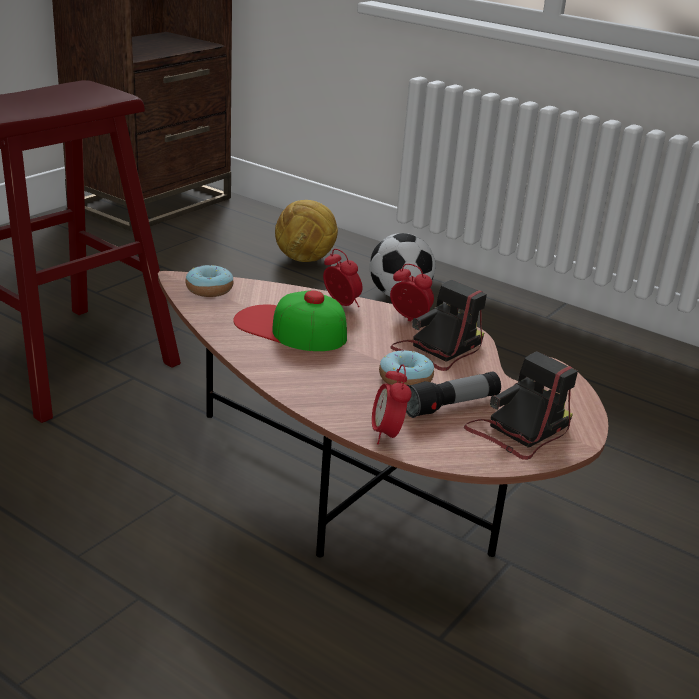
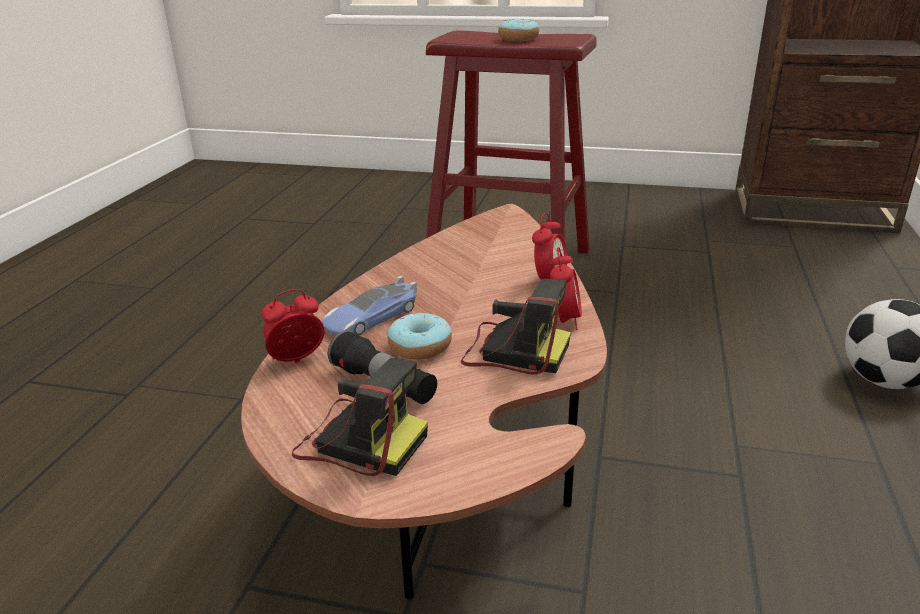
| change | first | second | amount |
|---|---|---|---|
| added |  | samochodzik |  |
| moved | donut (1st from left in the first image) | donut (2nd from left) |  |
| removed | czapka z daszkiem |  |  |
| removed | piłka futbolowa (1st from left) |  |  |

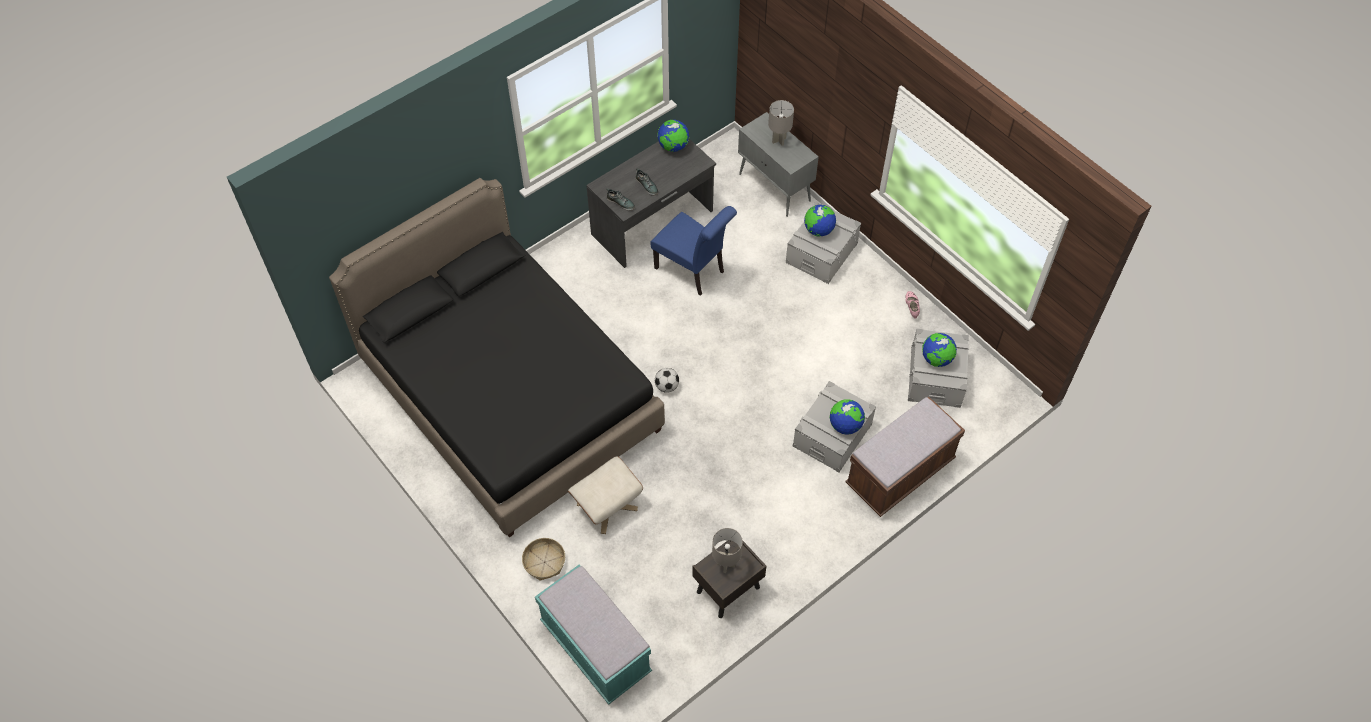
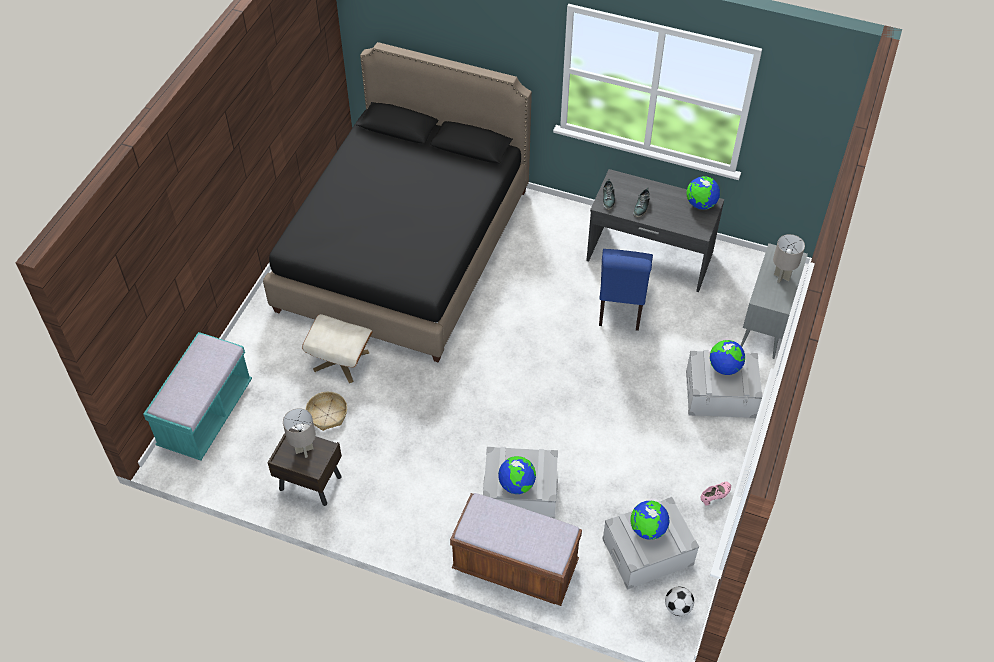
| change | first | second | amount |
|---|---|---|---|
| moved | koszyk |  |  |
| moved | piłka futbolowa |  |  |

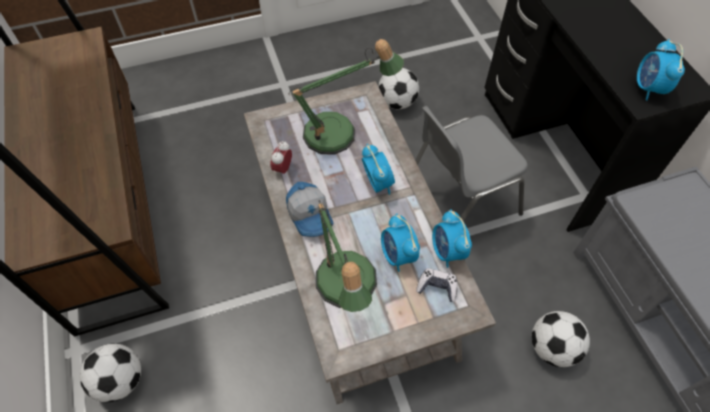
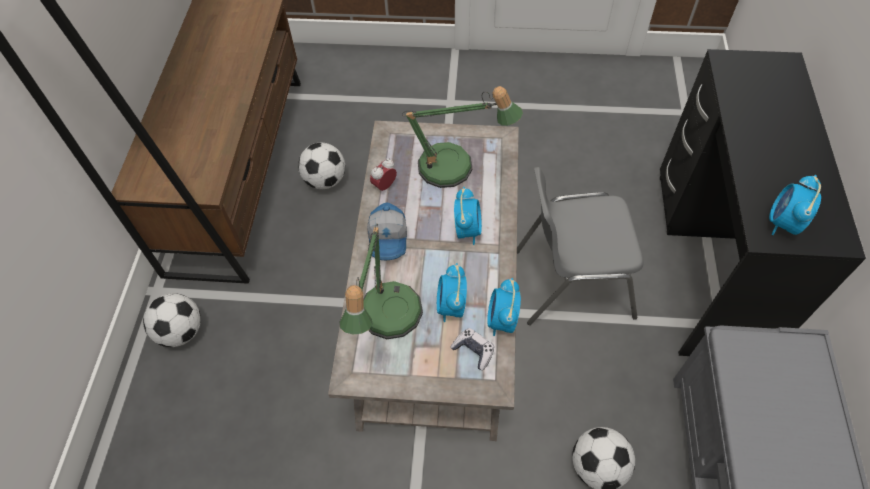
| change | first | second | amount |
|---|---|---|---|
| moved | piłka futbolowa (2nd from left) |  |  |

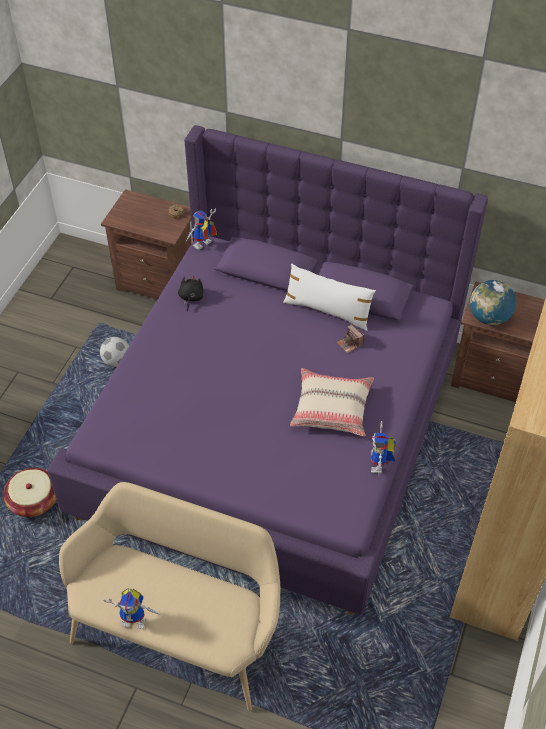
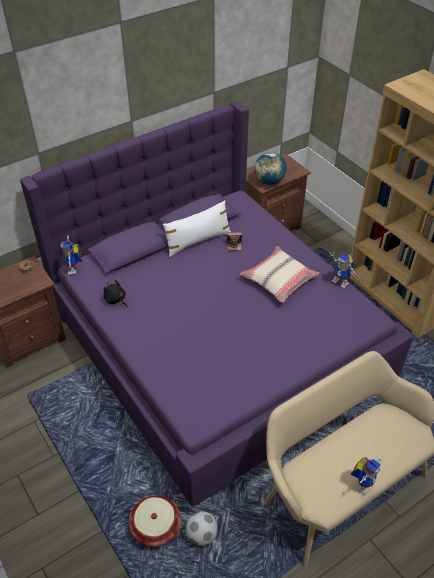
| change | first | second | amount |
|---|---|---|---|
| moved | piłka futbolowa |  |  |

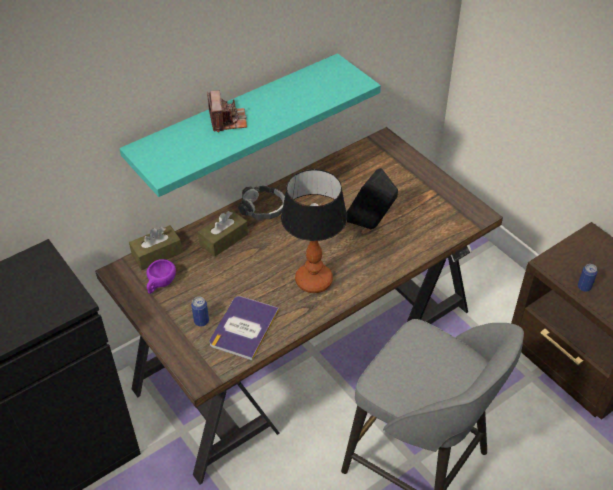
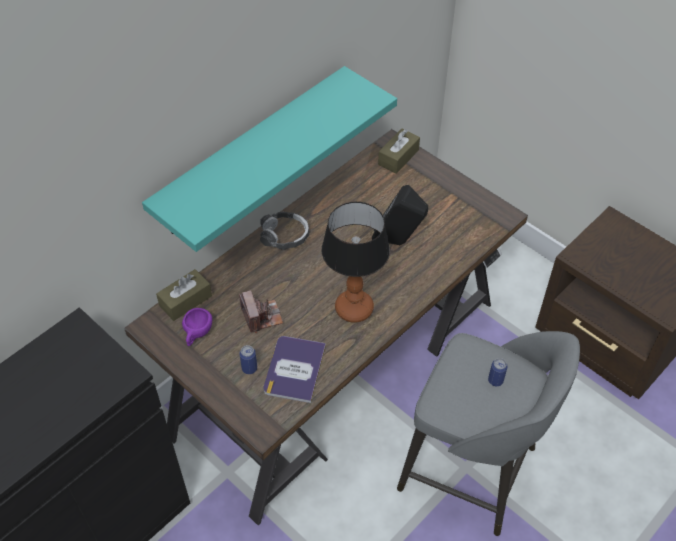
| change | first | second | amount |
|---|---|---|---|
| moved | aparat fotograficzny |  |  |
| moved | pudełko chusteczek [brązowy] (2nd from left) |  |  |
| moved | puszka (2nd from left) |  |  |

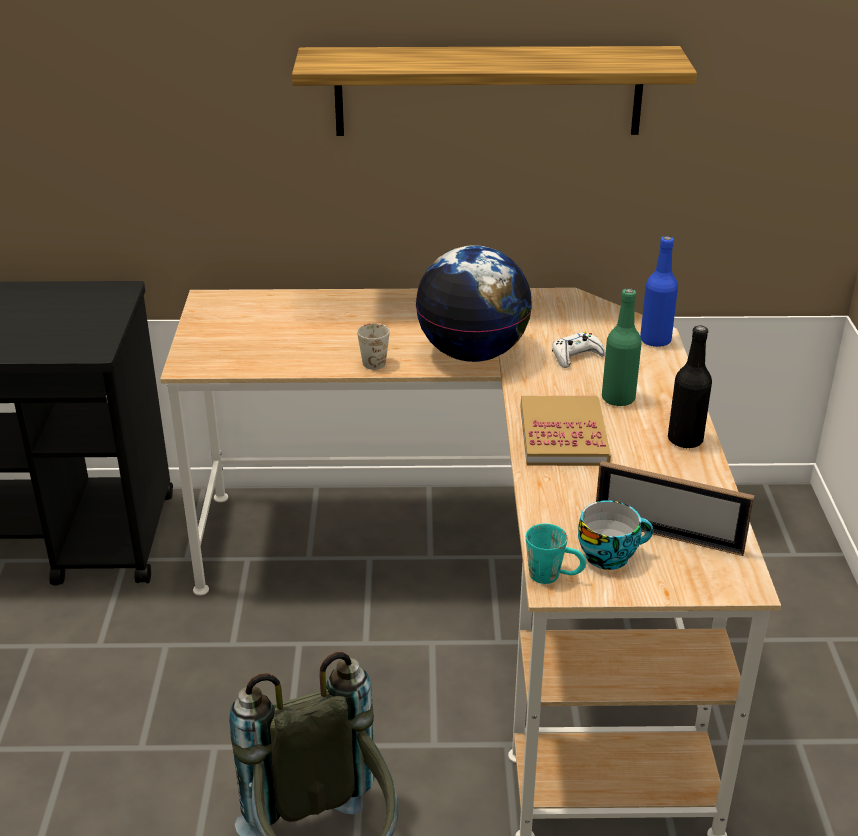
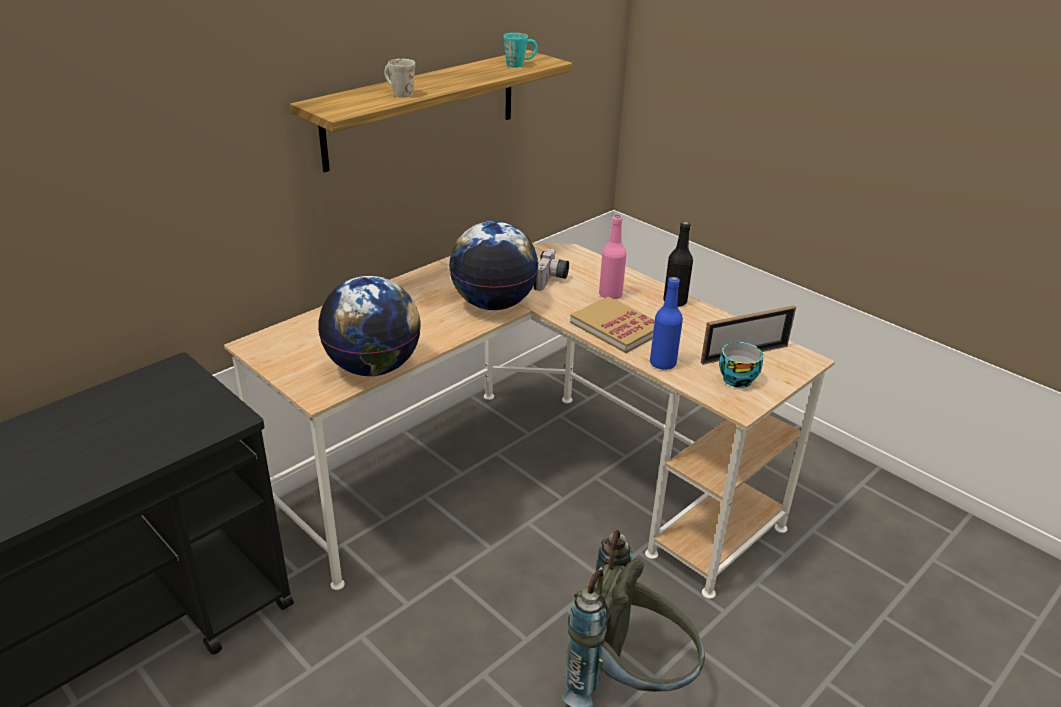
| change | first | second | amount |
|---|---|---|---|
| added |  | globus (1st from left) |  |
| moved | kubek [biały] |  |  |
| moved | kubek [turkusowy] |  |  |
| replaced | pad do gier [biały] | aparat fotograficzny |  |
| recoloured | butelka [zielony] | butelka [różowy] |  |
| moved | butelka [niebieski] |  |  |

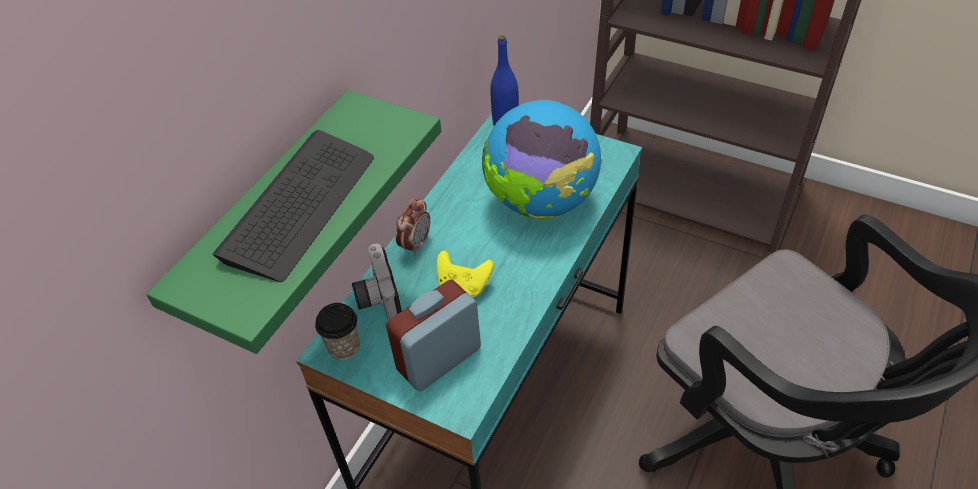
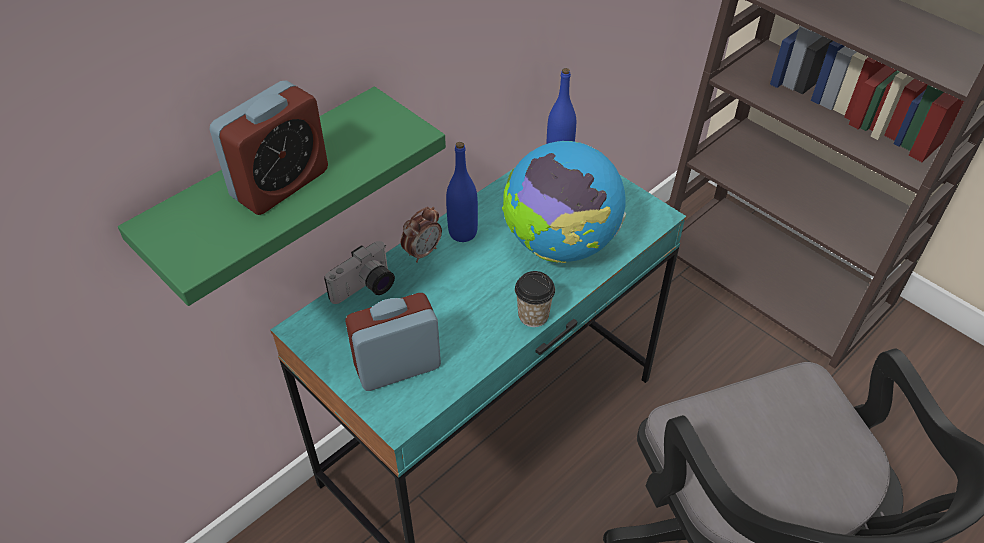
| change | first | second | amount |
|---|---|---|---|
| replaced | klawiatura | budzik (1st from left) |  |
| turned | aparat fotograficzny |  | 135 degrees counterclockwise |
| added |  | butelka [niebieski] (1st from left) |  |
| moved | filiżanka |  |  |
| removed | pad do gier [żółty] |  |  |

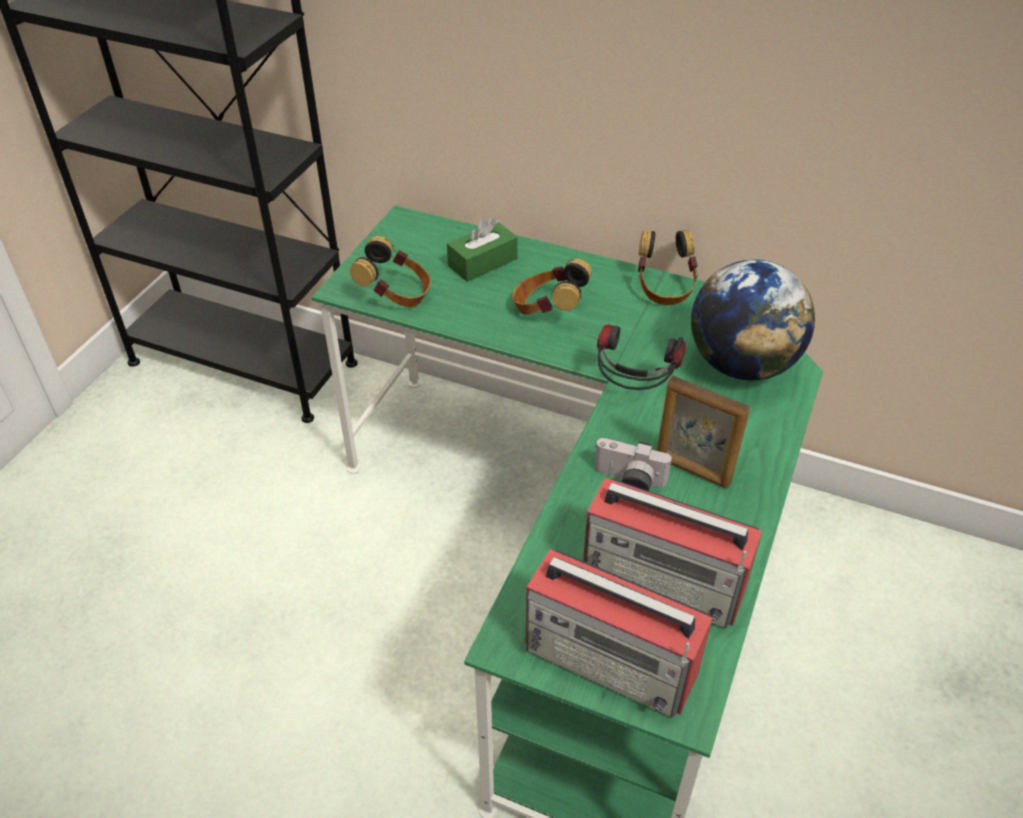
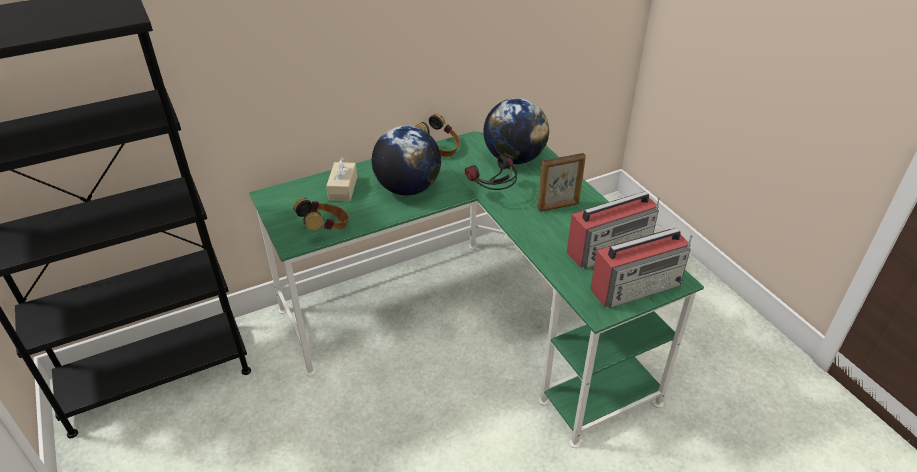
| change | first | second | amount |
|---|---|---|---|
| recoloured | pudełko chusteczek [zielony] | pudełko chusteczek [beżowy] |  |
| replaced | słuchawki (2nd from left) | globus (1st from left) |  |
| removed | aparat fotograficzny |  |  |

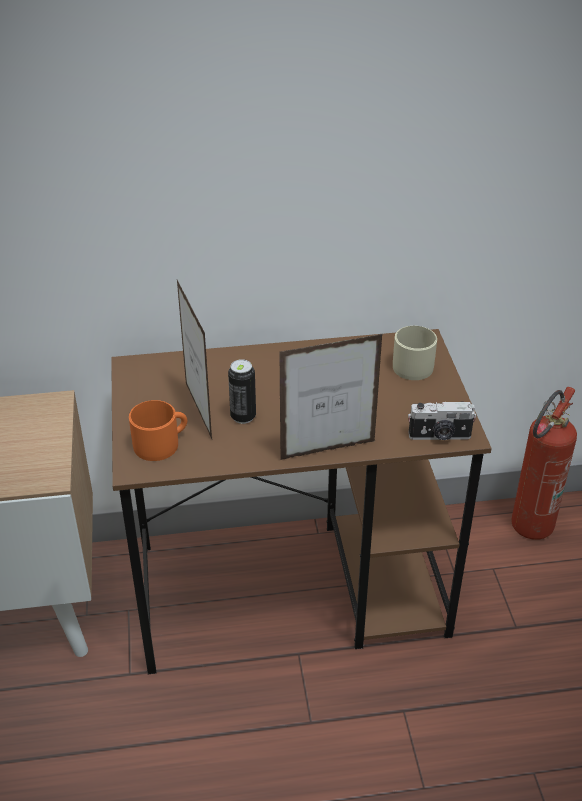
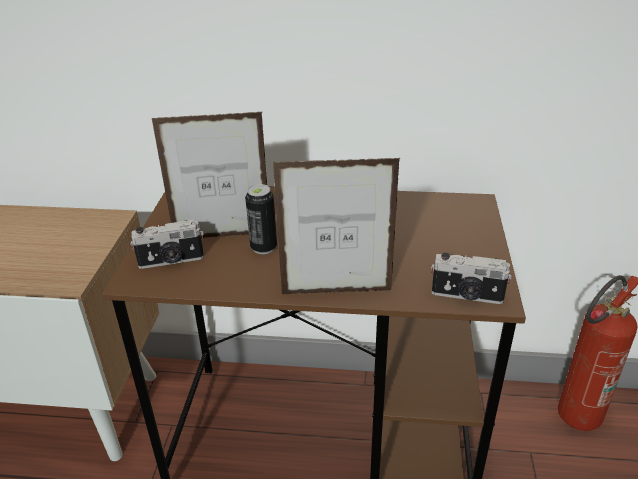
| change | first | second | amount |
|---|---|---|---|
| replaced | kubek [pomarańczowy] | aparat fotograficzny (1st from left) |  |
| turned | ramka na zdjęcie (1st from left) |  | 90 degrees counterclockwise |
| removed | kubek [beżowy] |  |  |

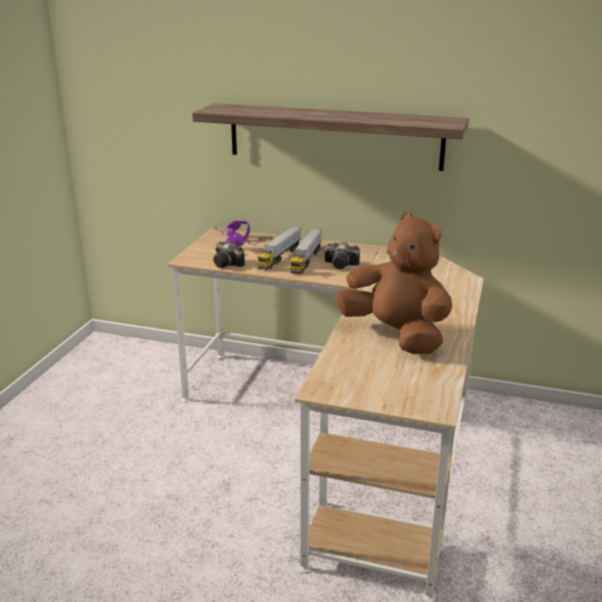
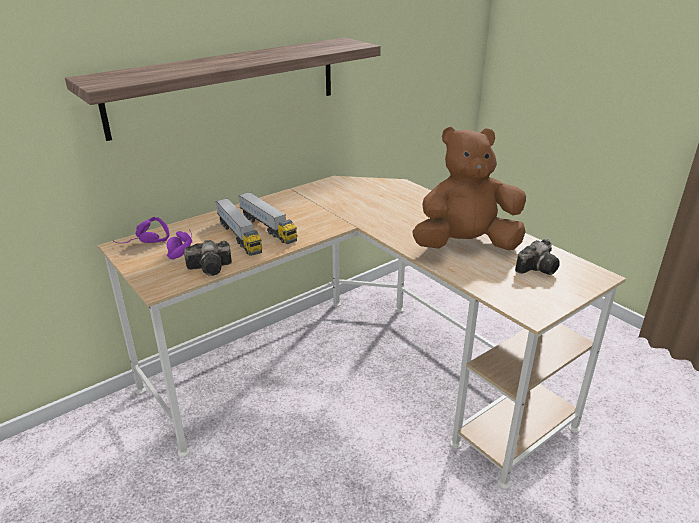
| change | first | second | amount |
|---|---|---|---|
| moved | aparat fotograficzny (2nd from left) |  |  |

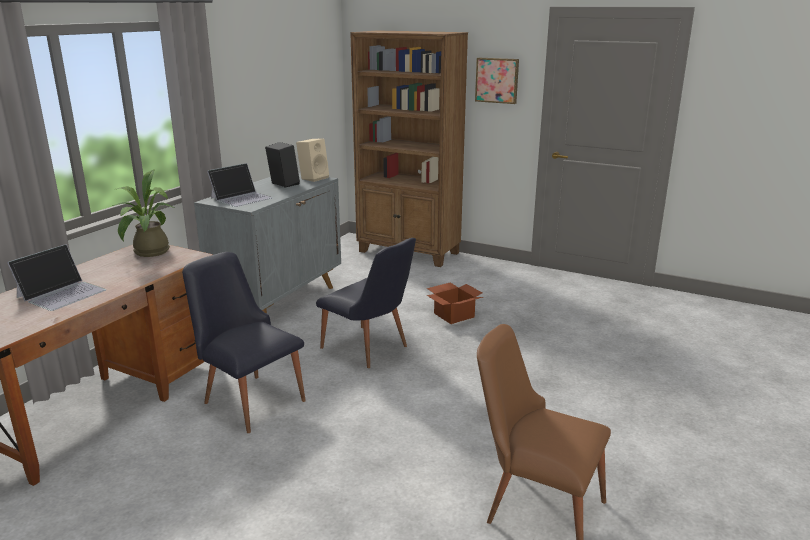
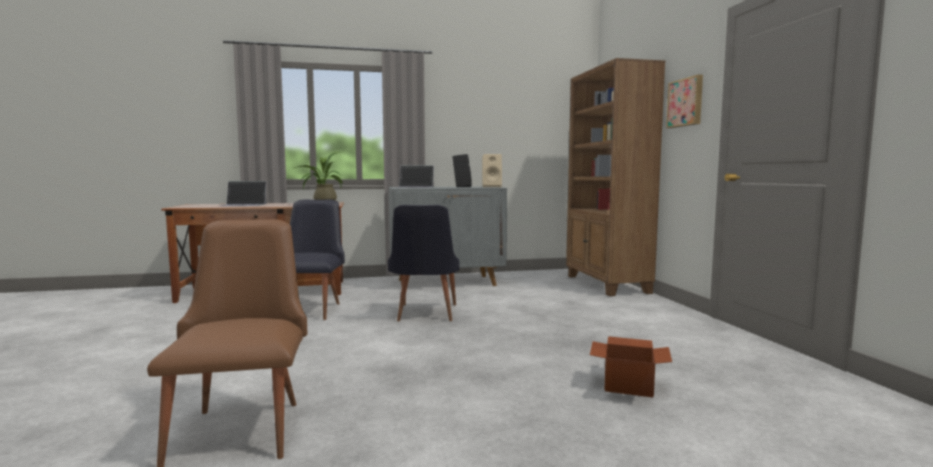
| change | first | second | amount |
|---|---|---|---|
| moved | karton |  |  |

